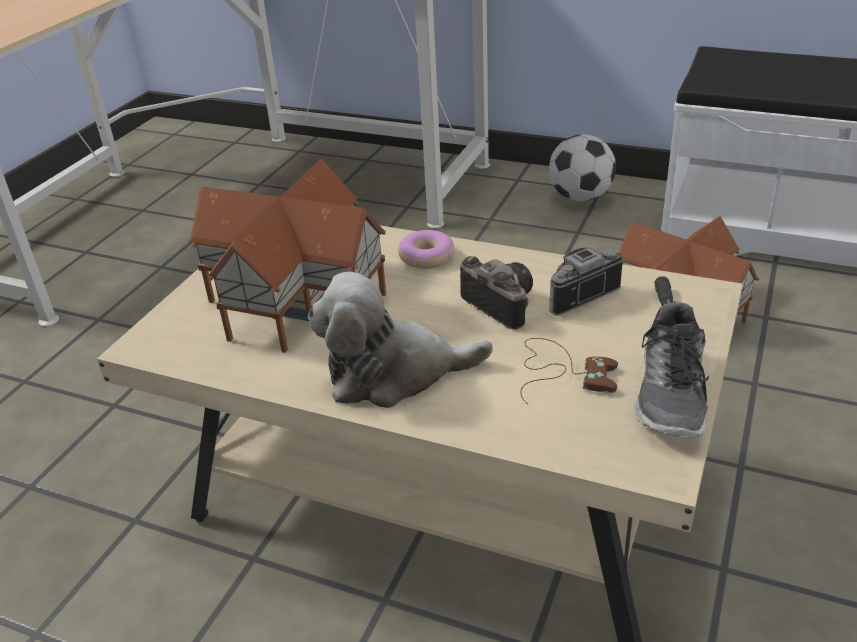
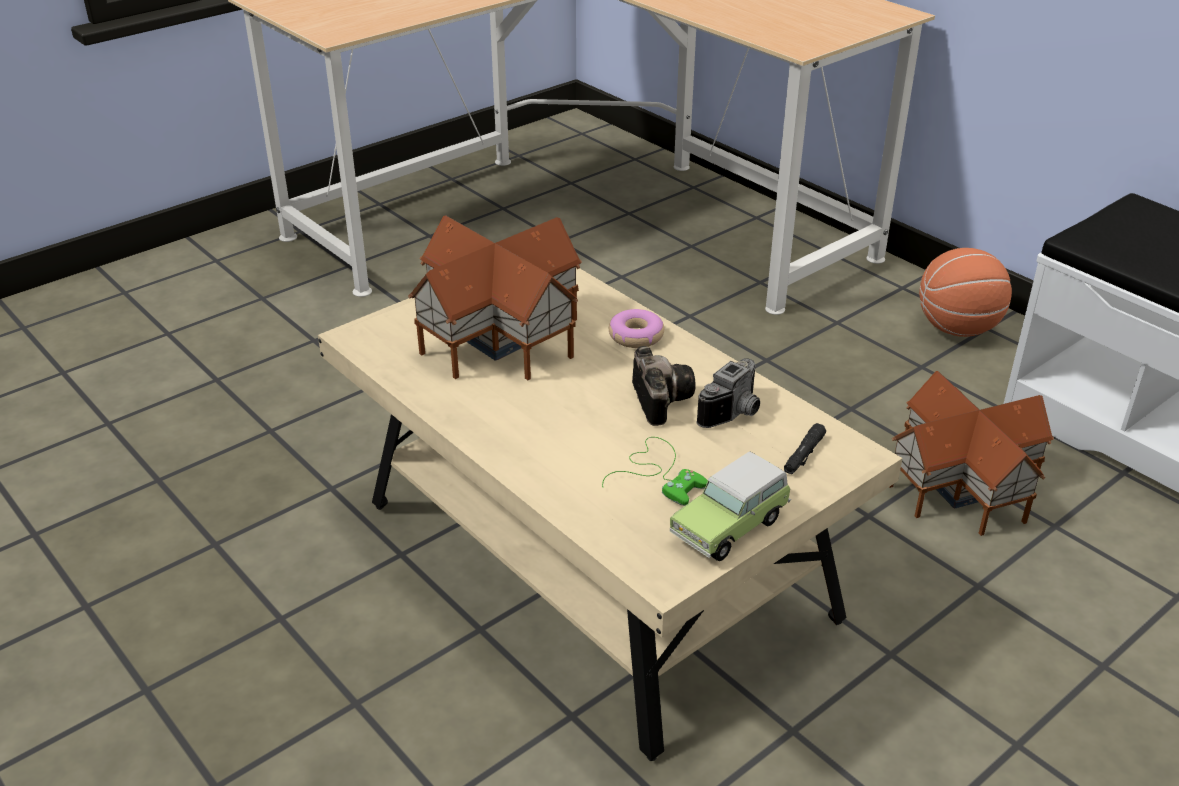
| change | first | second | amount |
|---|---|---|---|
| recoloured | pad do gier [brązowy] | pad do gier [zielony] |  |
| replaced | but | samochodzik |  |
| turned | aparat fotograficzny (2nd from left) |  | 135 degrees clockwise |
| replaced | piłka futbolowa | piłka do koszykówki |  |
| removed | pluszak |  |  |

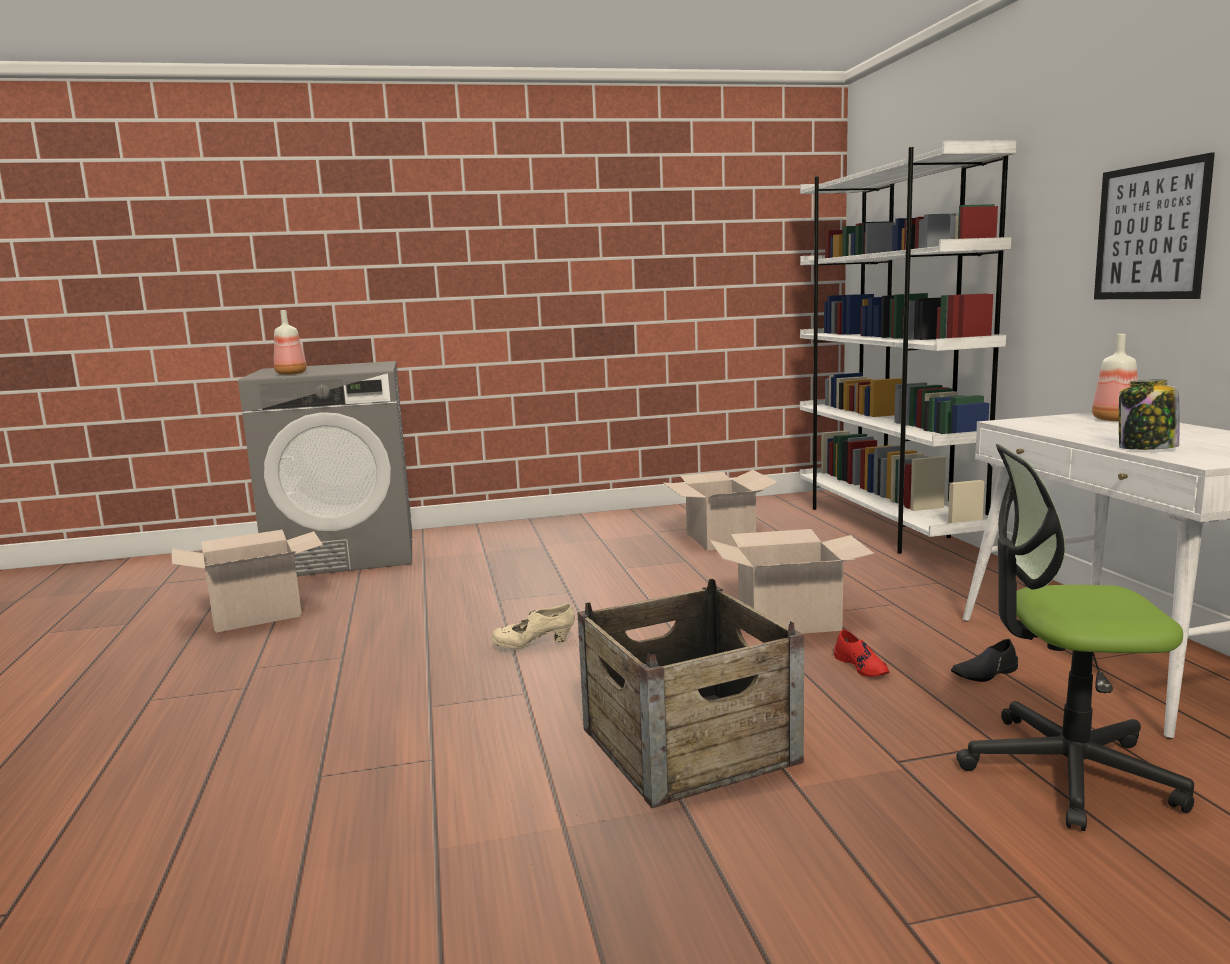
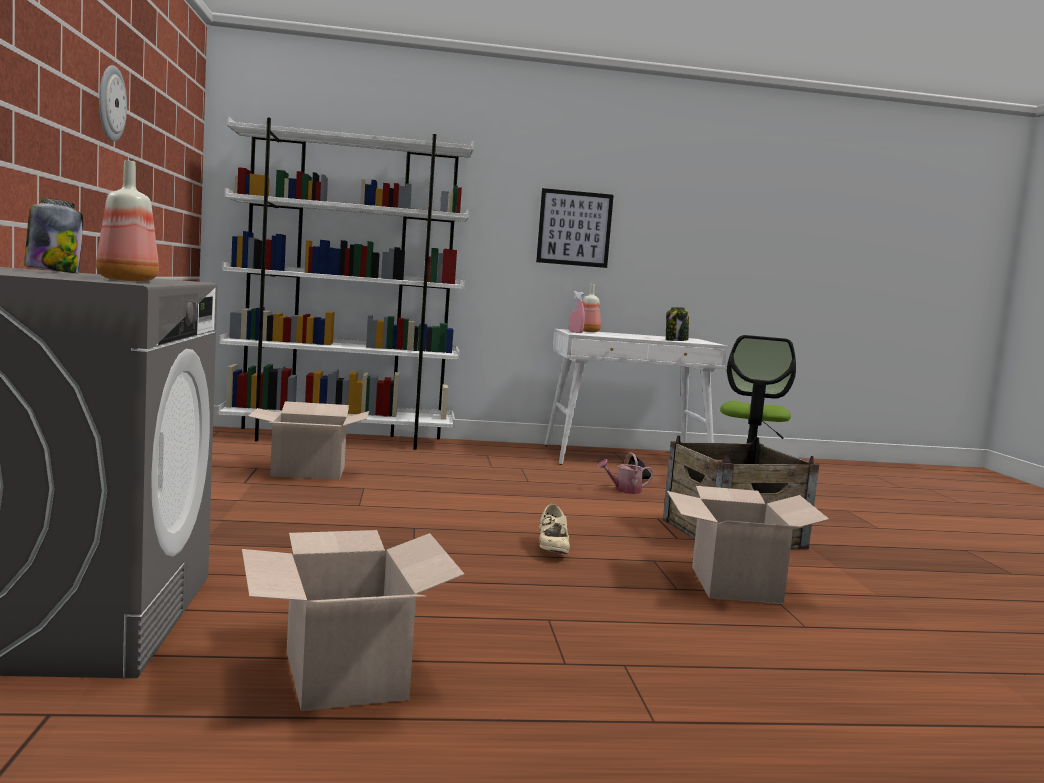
| change | first | second | amount |
|---|---|---|---|
| added |  | słoik (1st from left) |  |
| added |  | zegar ścienny |  |
| added |  | spryskiwacz [różowy] |  |
| replaced | but [czerwony] | konewka |  |
| moved | karton (3rd from left) |  |  |

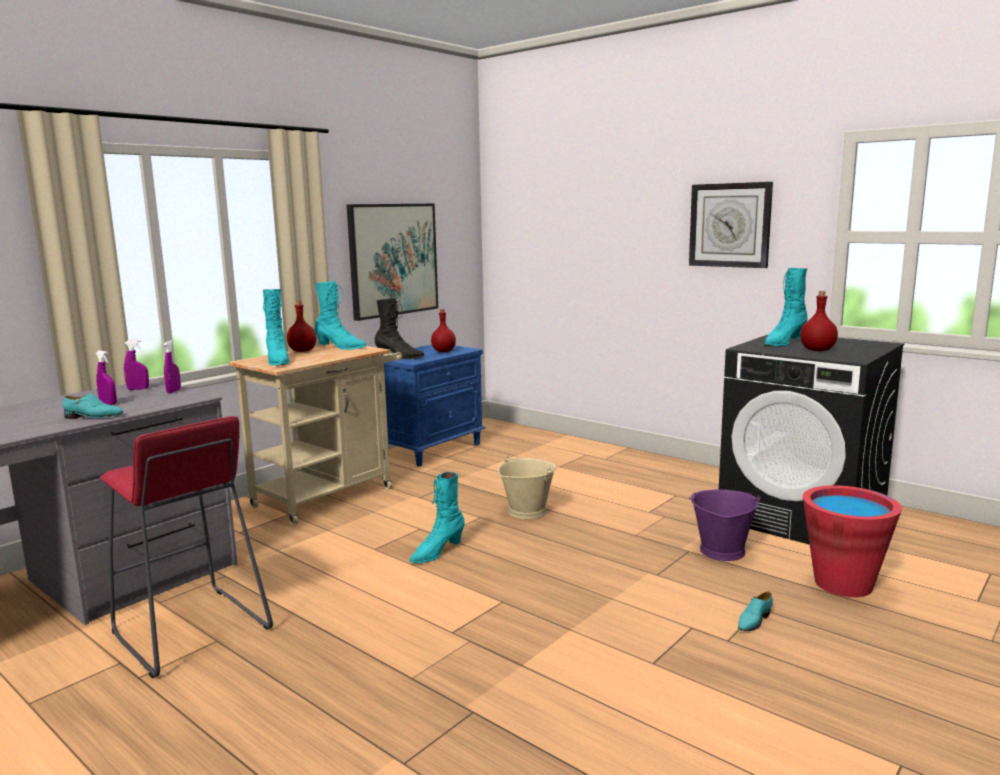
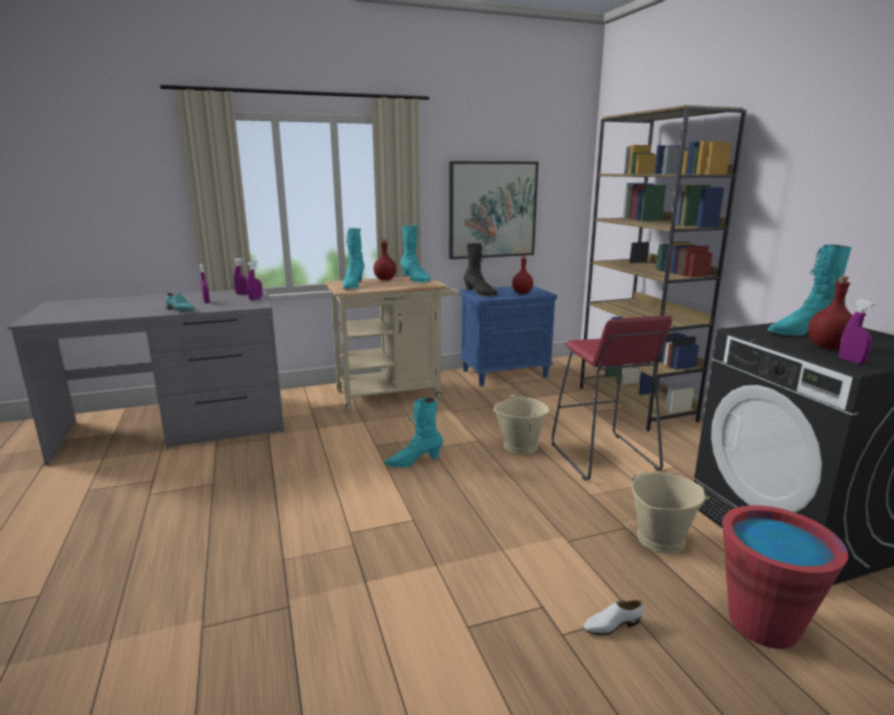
| change | first | second | amount |
|---|---|---|---|
| moved | stołek [czerwony] |  |  |
| added |  | regał [brązowy] |  |
| recoloured | but [turkusowy] (2nd from left) | but [biały] |  |
| recoloured | wiadro [fioletowy] | wiadro [beżowy] (2nd from left) |  |
| added |  | spryskiwacz [fioletowy] (4th from left) |  |
| removed | zegar ścienny |  |  |

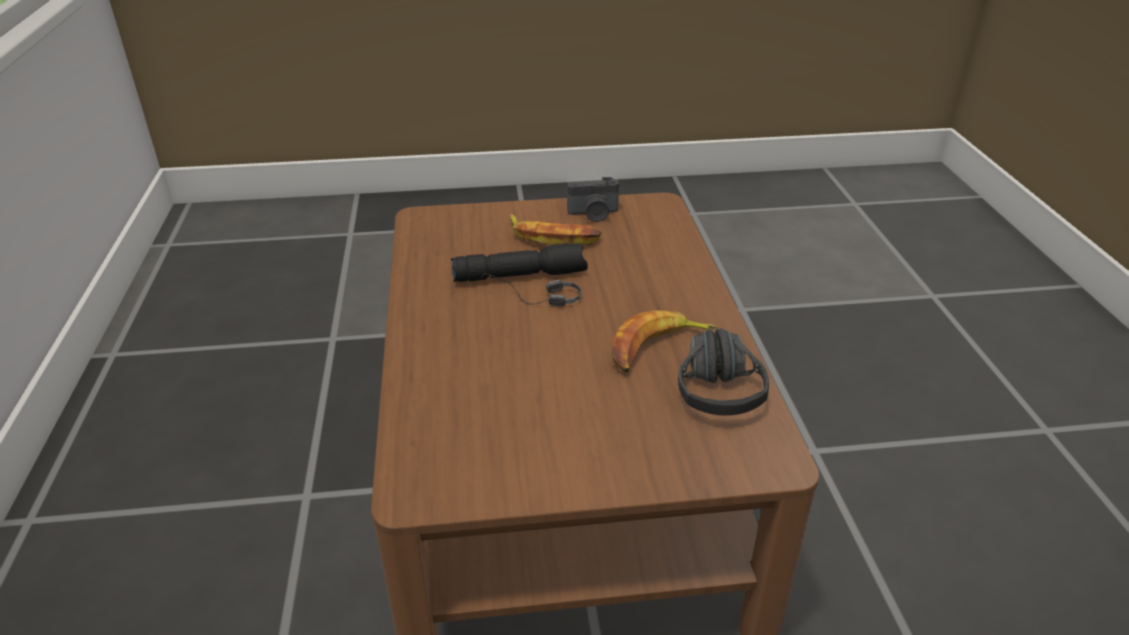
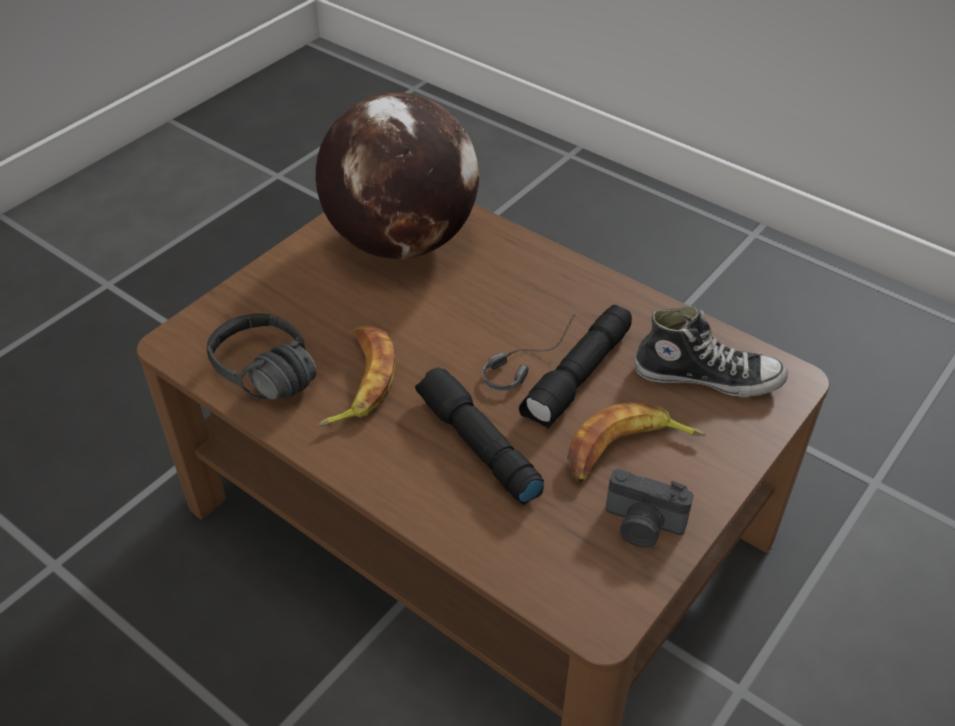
| change | first | second | amount |
|---|---|---|---|
| added |  | globus |  |
| added |  | latarka [czarny] (1st from left) |  |
| turned | aparat fotograficzny |  | 105 degrees counterclockwise |
| added |  | but |  |

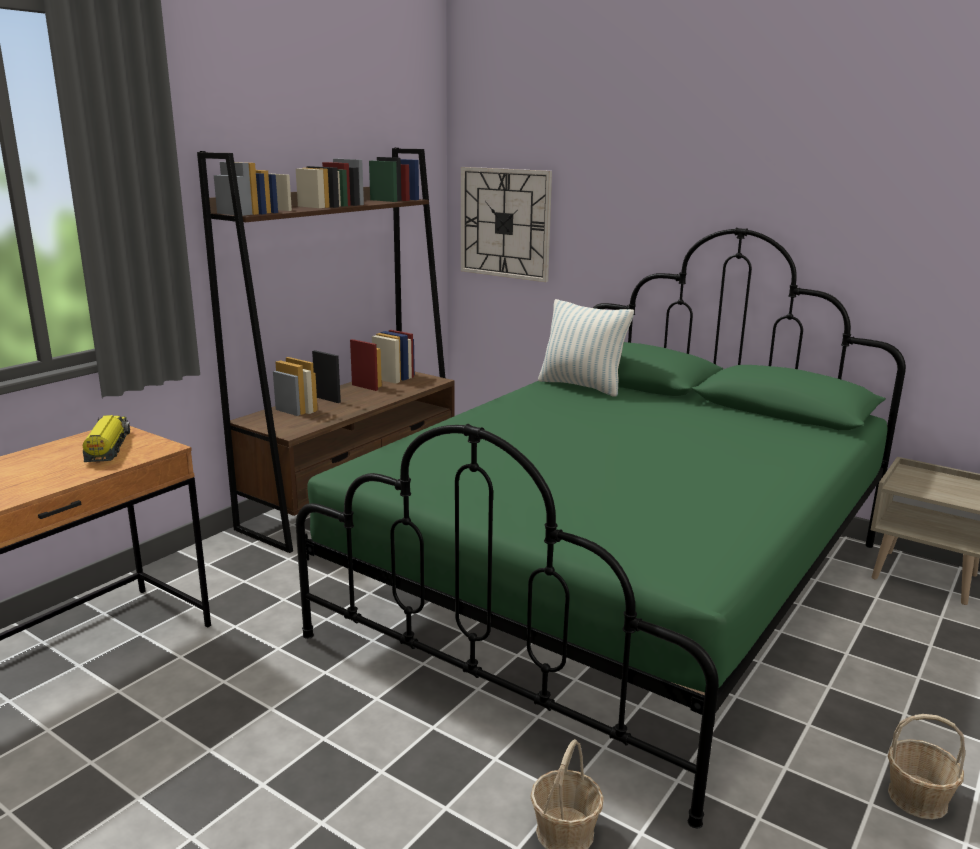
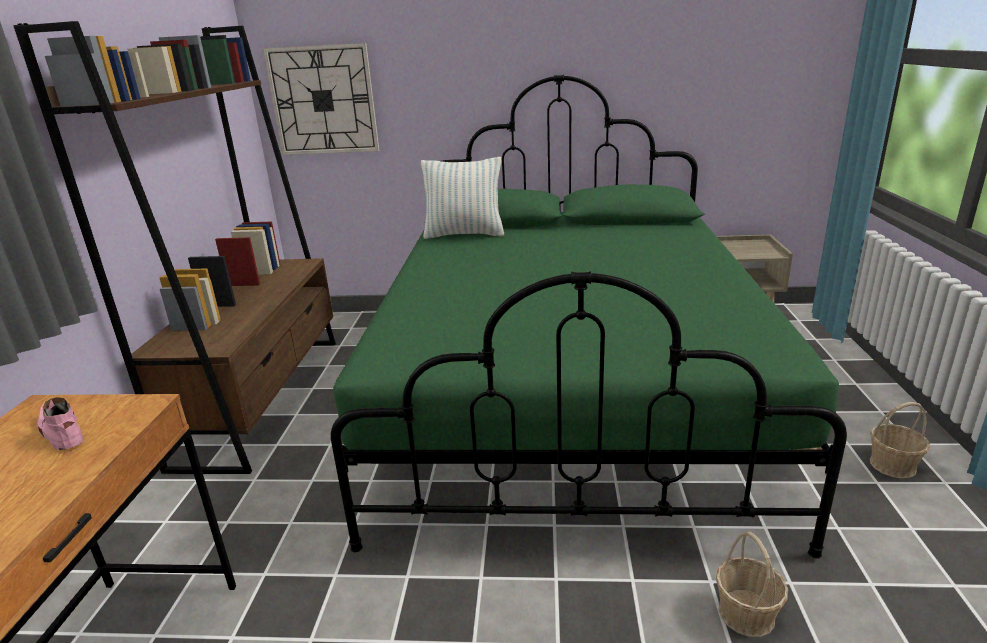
| change | first | second | amount |
|---|---|---|---|
| replaced | ciężarówka zabawkowa | but [różowy] |  |

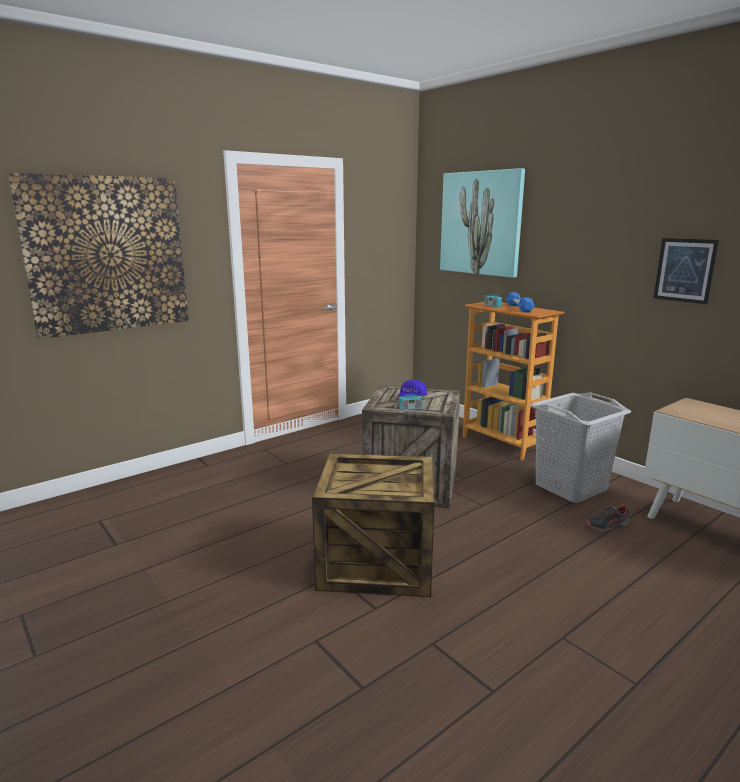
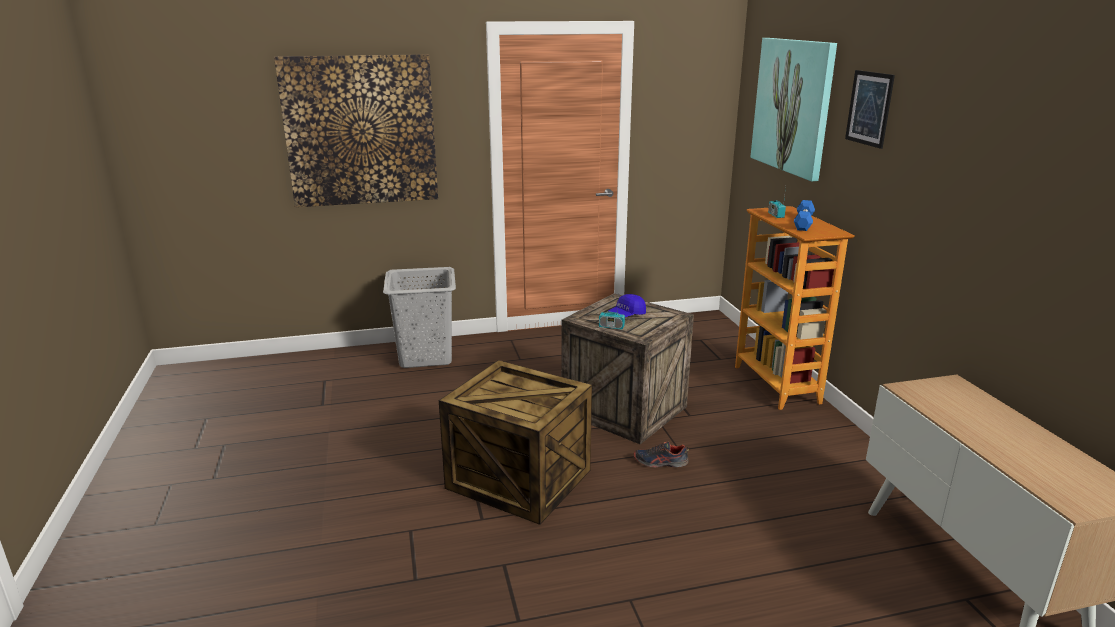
| change | first | second | amount |
|---|---|---|---|
| moved | kosz na pranie [szary] |  |  |
| moved | but |  |  |
| moved | obraz (3rd from left) |  |  |

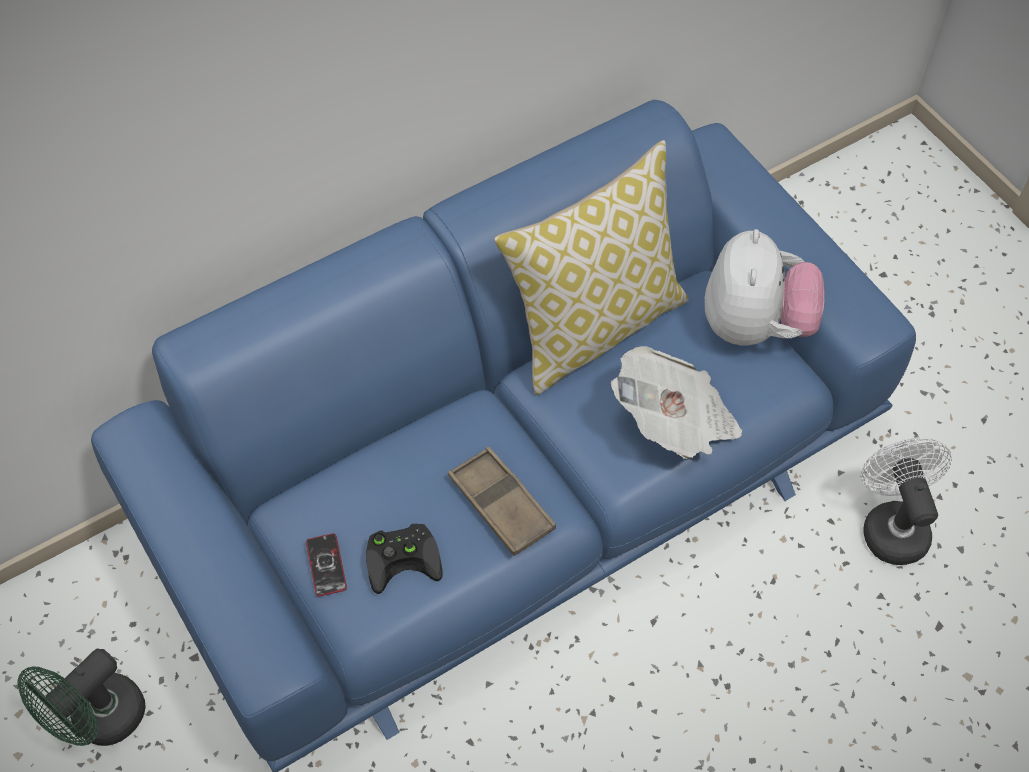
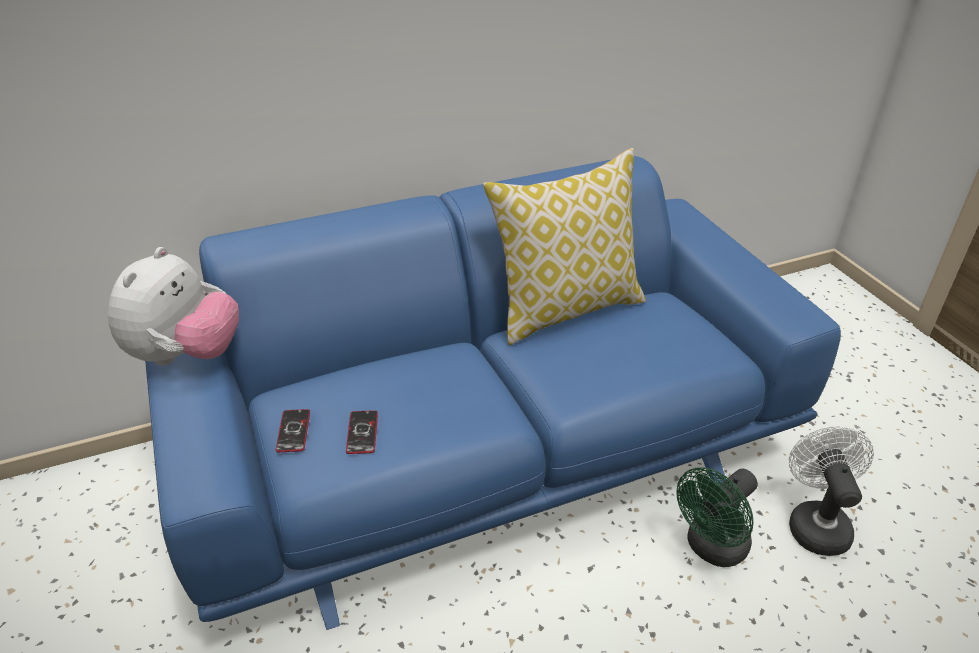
| change | first | second | amount |
|---|---|---|---|
| moved | pluszak |  |  |
| replaced | pad do gier [czarny] | telefon (2nd from left) |  |
| moved | wentylator [zielony] |  |  |
| removed | taca [brązowy] |  |  |
| removed | gazeta |  |  |

